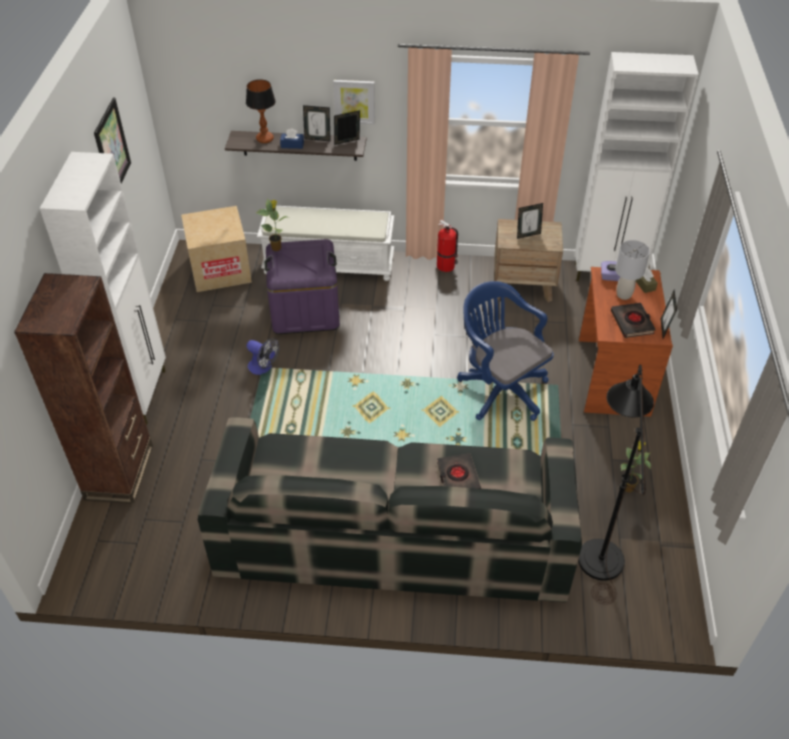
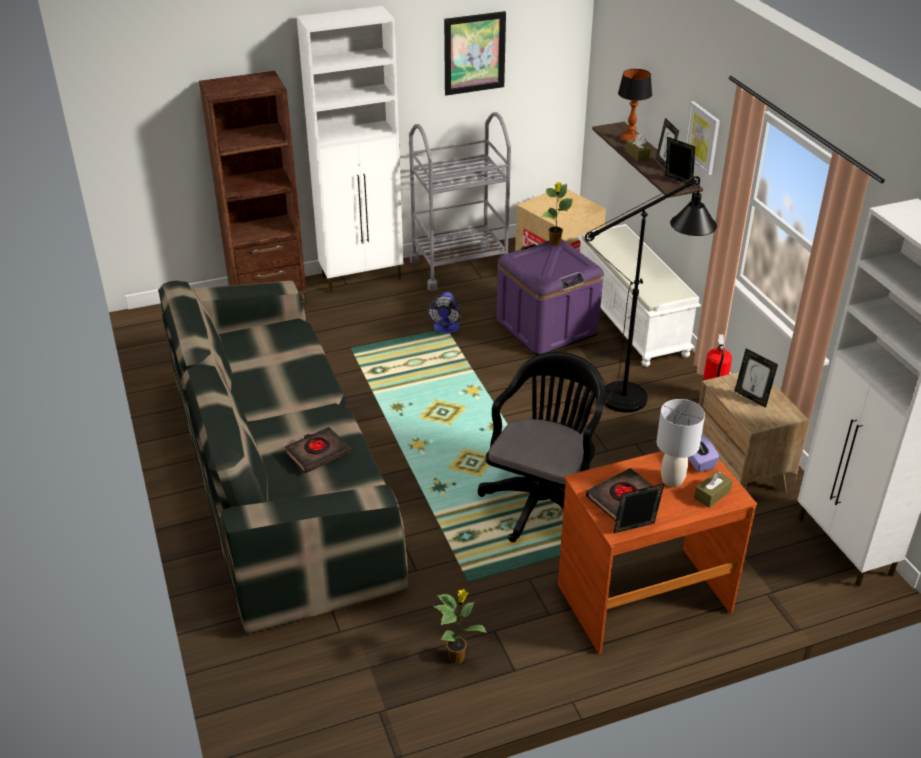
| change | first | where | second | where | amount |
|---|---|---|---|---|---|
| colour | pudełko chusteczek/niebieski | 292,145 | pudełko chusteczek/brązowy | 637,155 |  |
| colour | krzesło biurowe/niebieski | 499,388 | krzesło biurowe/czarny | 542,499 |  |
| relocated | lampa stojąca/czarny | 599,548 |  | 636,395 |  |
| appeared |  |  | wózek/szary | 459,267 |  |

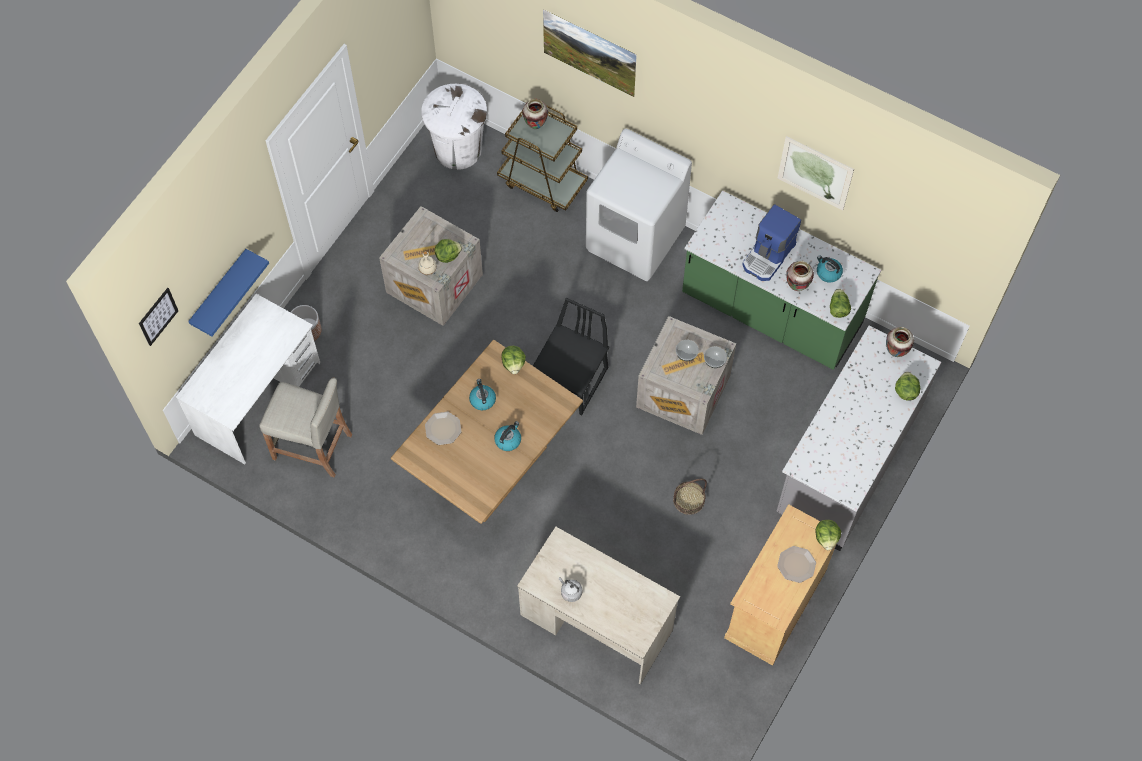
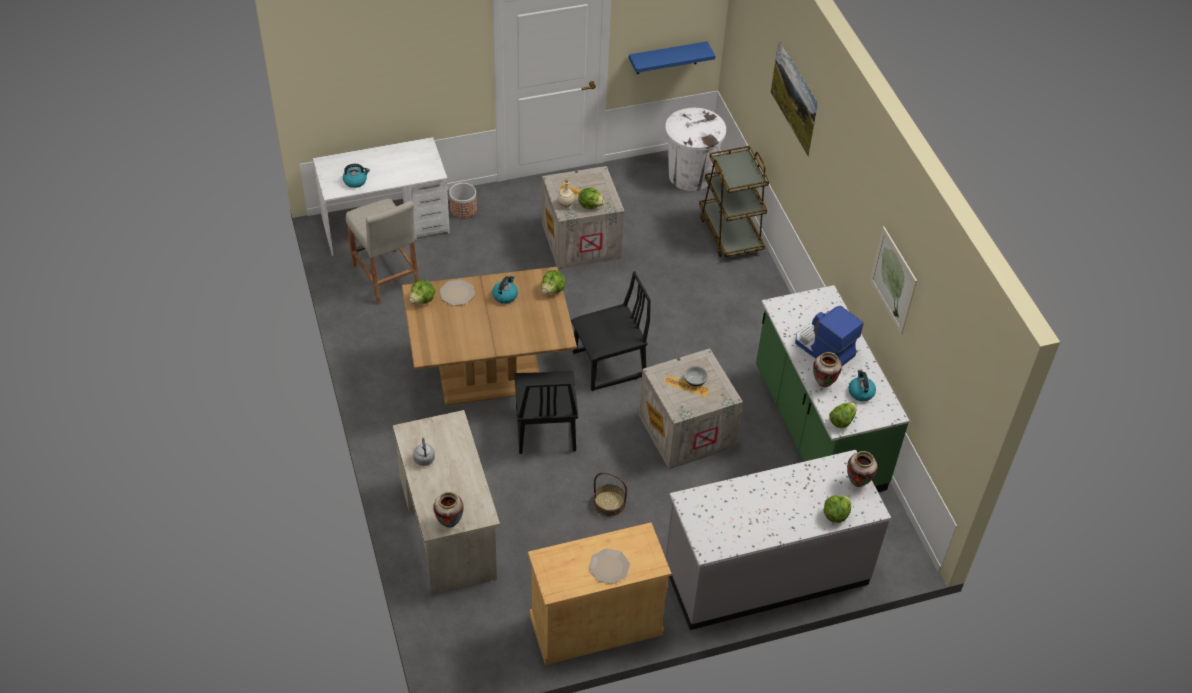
| change | first | where | second | where | amount |
|---|---|---|---|---|---|
| missing | obraz | 158,316 |  |  |  |
| relocated | półka/niebieski | 219,291 |  | 667,58 |  |
| relocated | czajnik | 508,440 |  | 355,181 |  |
| relocated | wazon | 535,126 |  | 449,523 |  |
| missing | pralka/biały | 635,240 |  |  |  |
| missing | miska | 714,361 |  |  |  |
| spun | ekspres do kawy | 769,256 |  | 823,349 | 60 degrees clockwise |
| relocated | sałata | 826,538 |  | 423,300 |  |
| appeared |  |  | krzesło/czarny | 544,429 |  |

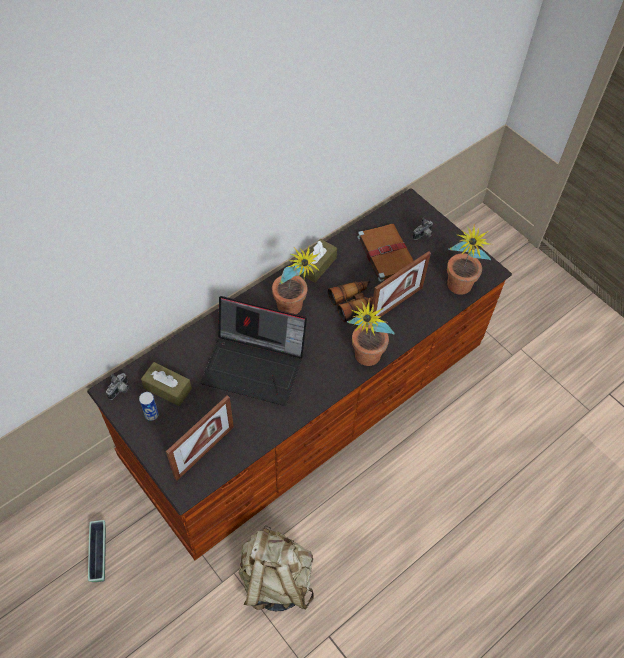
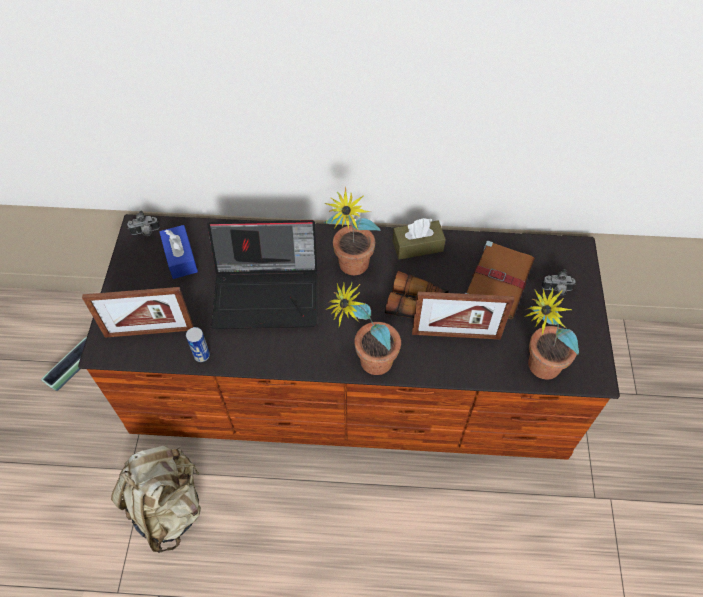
| change | first | where | second | where | amount |
|---|---|---|---|---|---|
| relocated | puszka | 151,415 |  | 202,355 |  |
| colour | pudełko chusteczek/brązowy | 167,388 | pudełko chusteczek/niebieski | 180,257 |  |
| spun | laptop | 255,365 |  | 268,293 | 60 degrees counterclockwise |

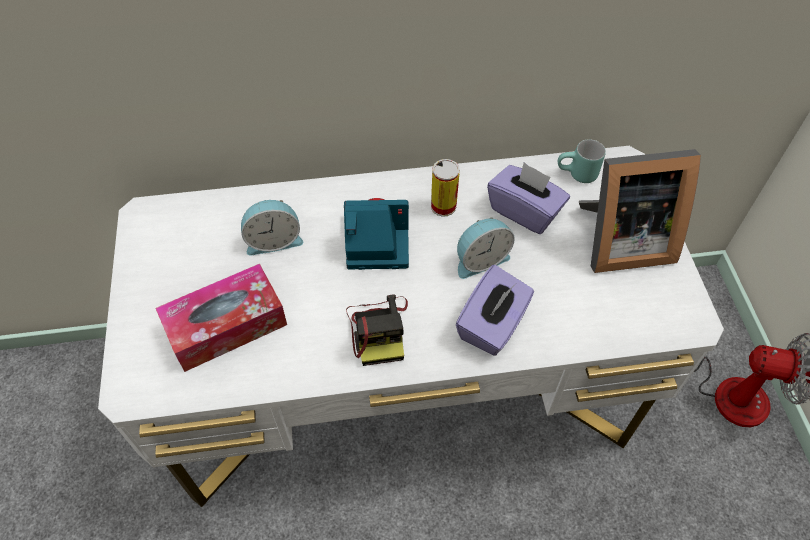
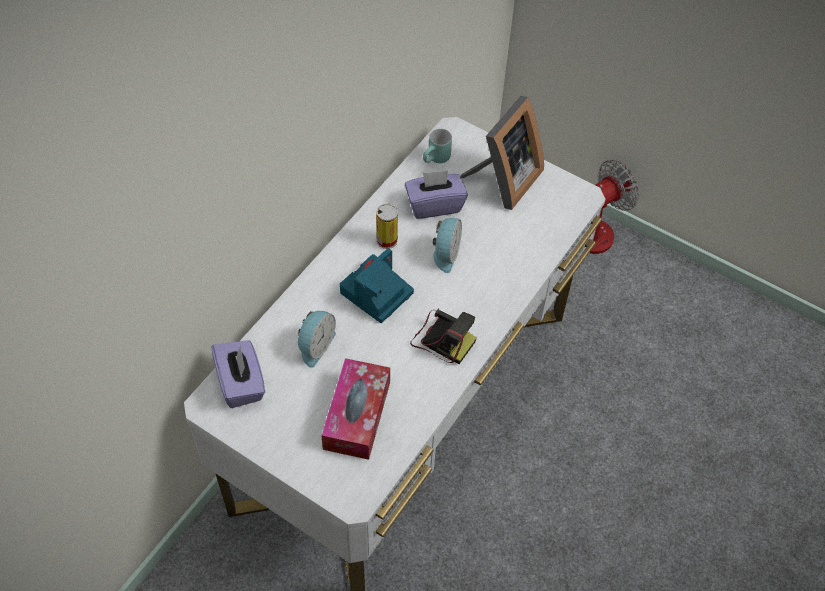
| change | first | where | second | where | amount |
|---|---|---|---|---|---|
| relocated | pudełko chusteczek/fioletowy | 492,325 |  | 241,383 |  |

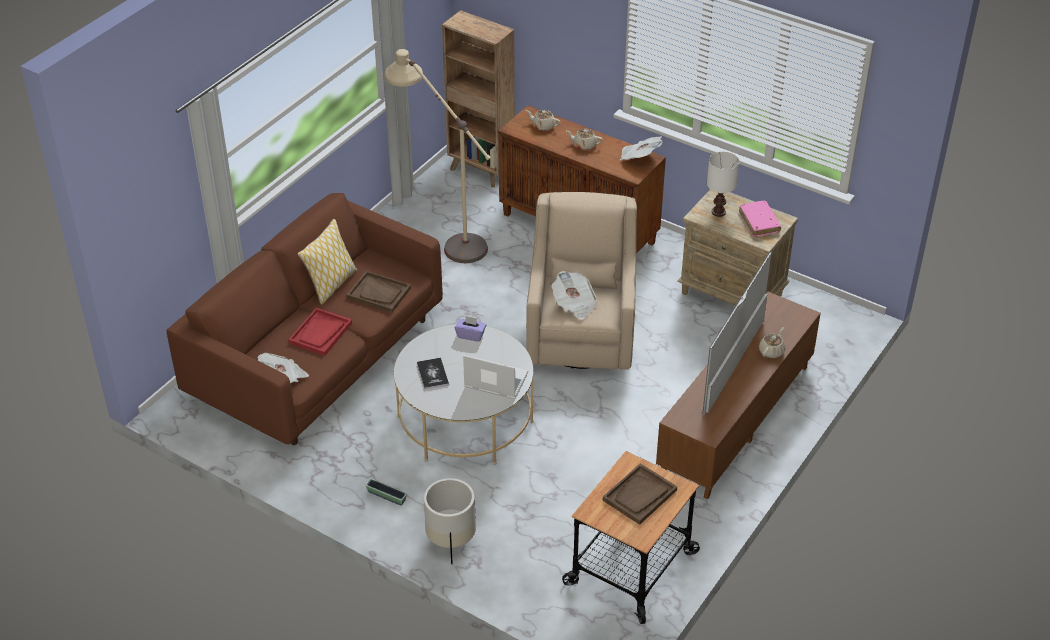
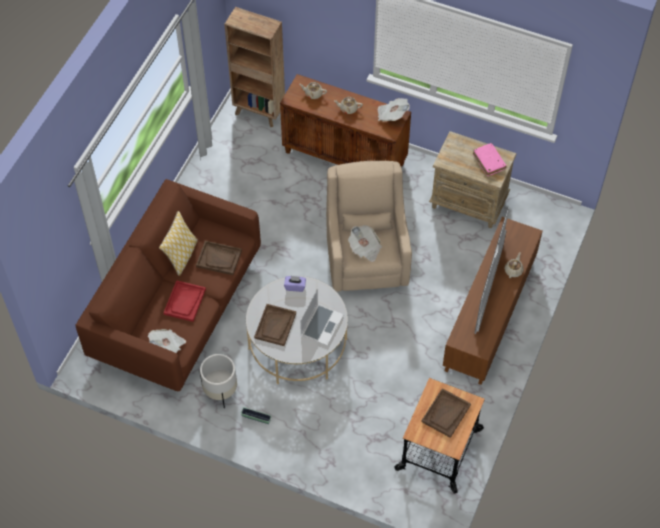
| change | first | where | second | where | amount |
|---|---|---|---|---|---|
| missing | lampa stojąca/beżowy | 444,235 |  |  |  |
| exchanged | książka | 432,374 | taca/brązowy | 275,326 |  |
| relocated | donica/biały | 451,541 |  | 220,391 |  |
| spun | laptop | 495,381 |  | 321,324 | 105 degrees clockwise |
| missing | lampa stołowa/biały | 718,212 |  |  |  |

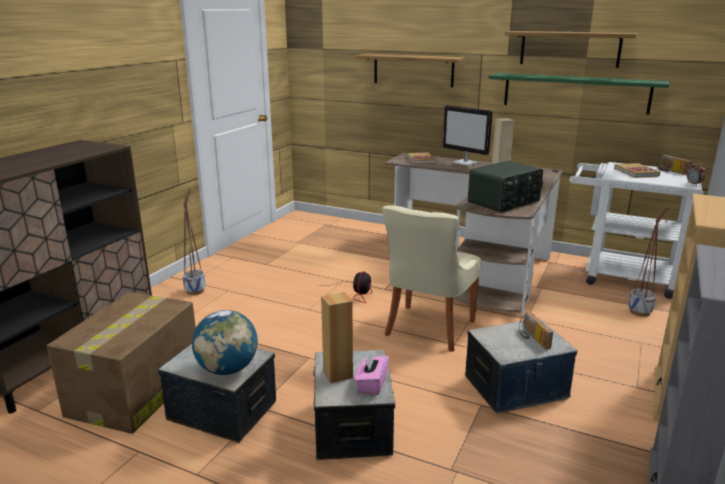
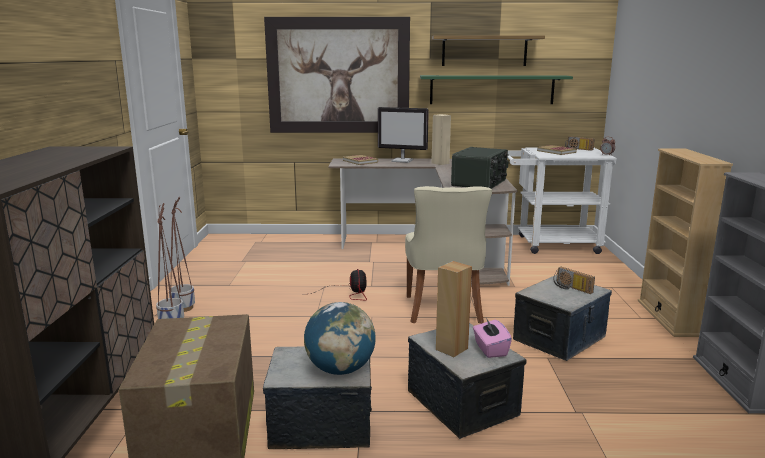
| change | first | where | second | where | amount |
|---|---|---|---|---|---|
| exchanged | półka | 413,70 | obraz | 338,76 |  |
| relocated | donica | 640,312 |  | 183,308 |  |

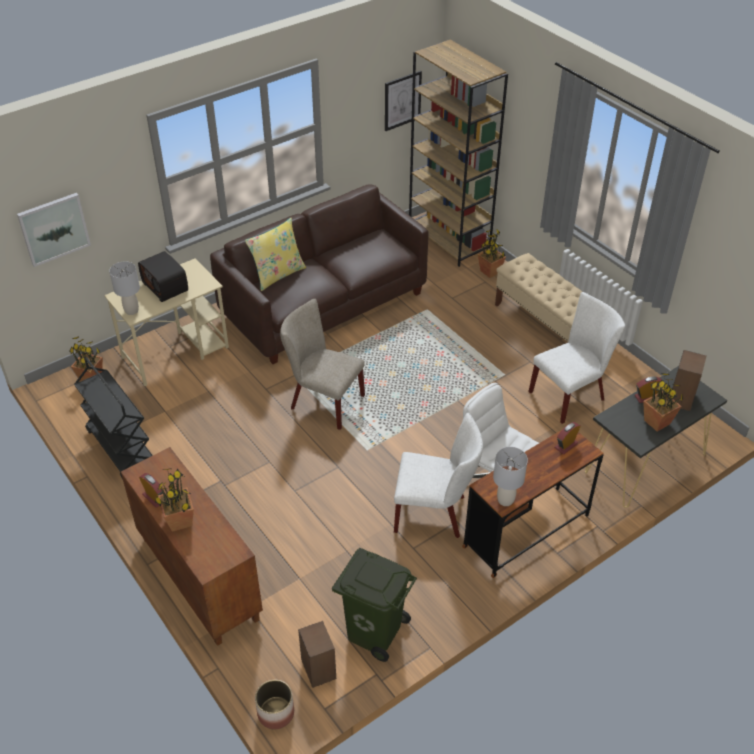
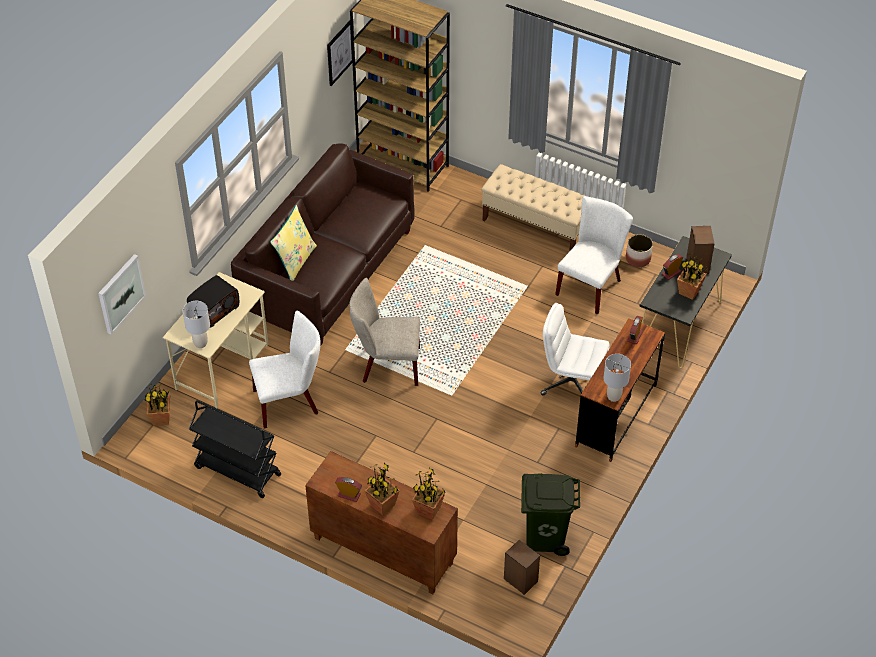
| change | first | where | second | where | amount |
|---|---|---|---|---|---|
| spun | radio | 166,287 |  | 214,309 | 75 degrees counterclockwise |
| relocated | donica | 276,712 |  | 638,258 |  |
| relocated | krzesło/biały | 435,513 |  | 290,401 |  |
| relocated | roślina doniczkowa | 490,272 |  | 429,510 |  |

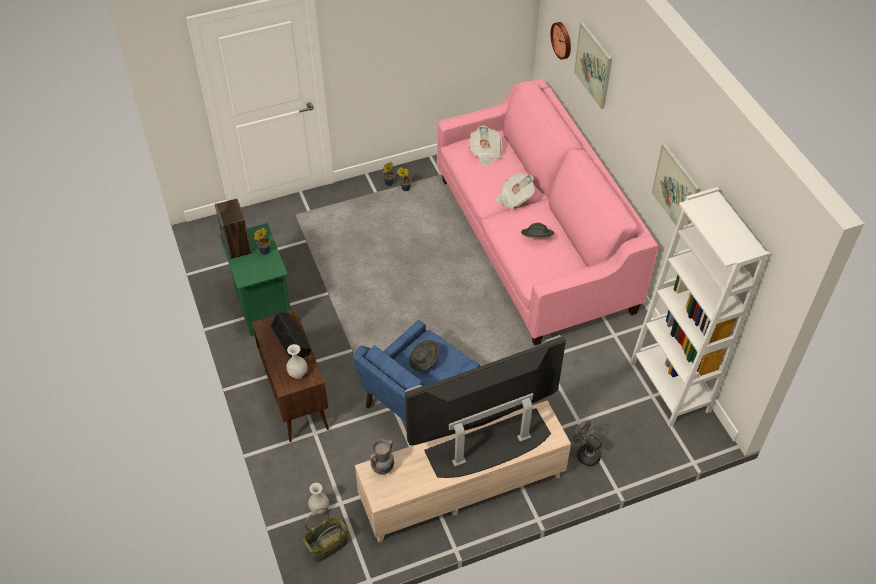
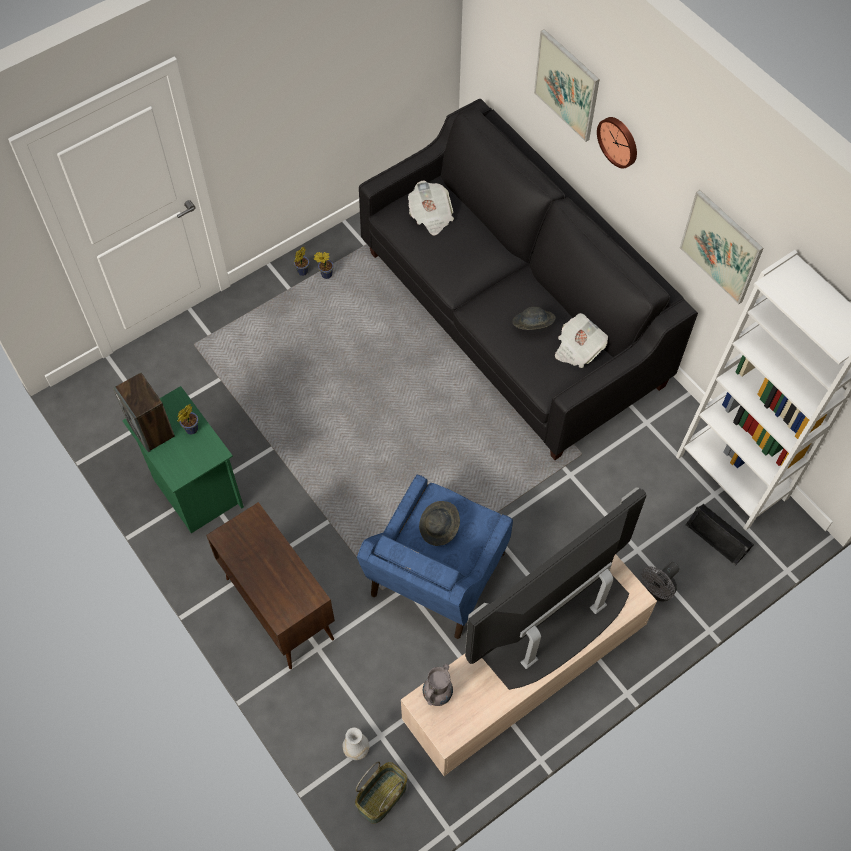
| change | first | where | second | where | amount |
|---|---|---|---|---|---|
| relocated | głośnik/czarny | 291,339 |  | 719,535 |  |
| missing | wazon/biały | 297,373 |  |  |  |
| colour | kanapa/różowy | 533,243 | kanapa/czarny | 511,317 |  |
| relocated | gazeta | 514,198 |  | 578,348 |  |
| relocated | zegar ścienny | 562,40 |  | 619,141 |  |
| spun | wentylator/szary | 585,453 |  | 657,591 | 75 degrees counterclockwise |

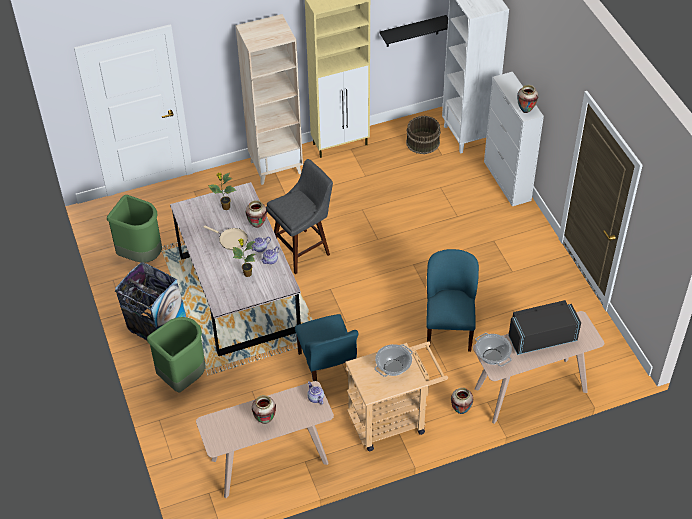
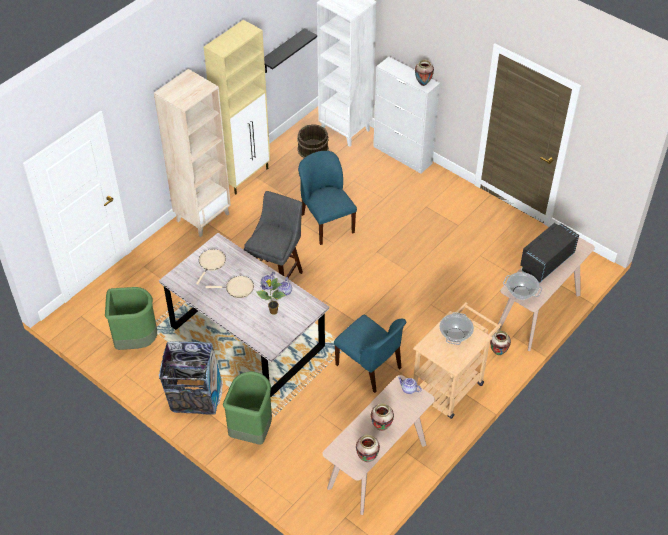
| change | first | where | second | where | amount |
|---|---|---|---|---|---|
| exchanged | roślina doniczkowa | 225,207 | patelnia/beżowy | 211,263 |  |
| relocated | wazon | 257,225 |  | 367,458 |  |
| relocated | krzesło/niebieski | 449,328 |  | 327,223 |  |

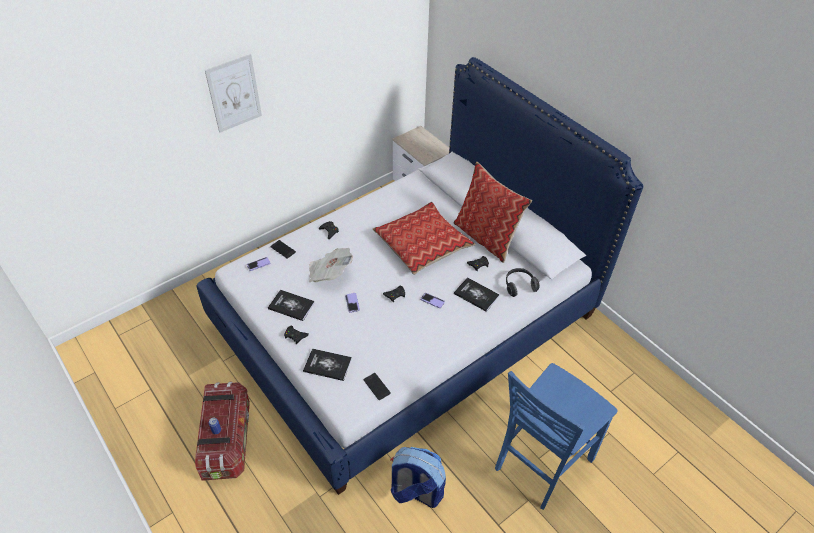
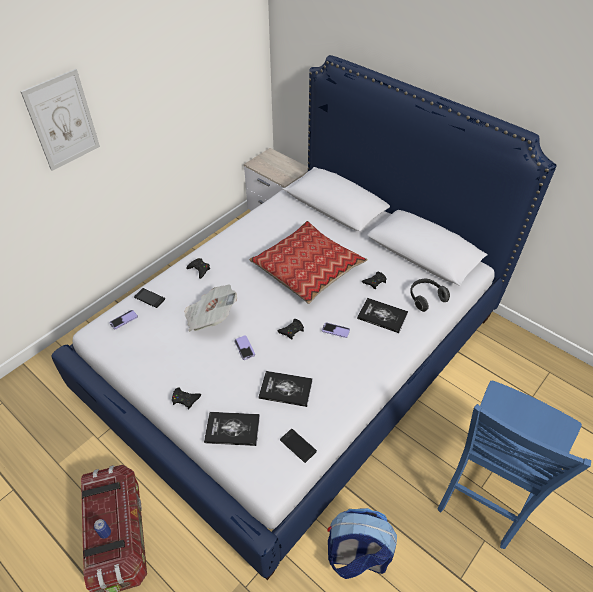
| change | first | where | second | where | amount |
|---|---|---|---|---|---|
| relocated | książka | 291,306 |  | 286,389 |  |
| missing | poduszka | 486,237 |  |  |  |

